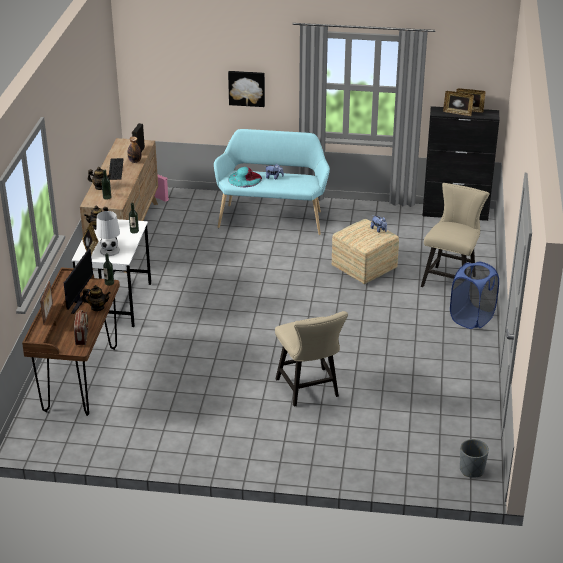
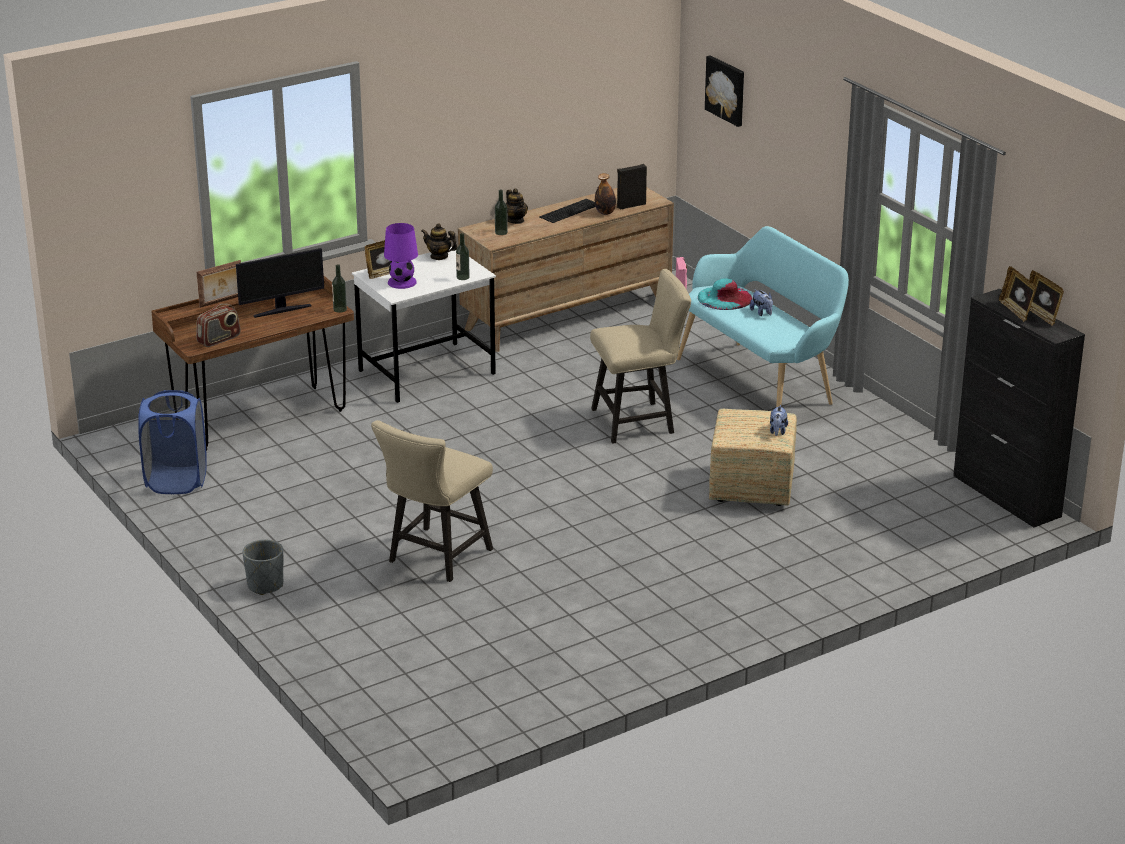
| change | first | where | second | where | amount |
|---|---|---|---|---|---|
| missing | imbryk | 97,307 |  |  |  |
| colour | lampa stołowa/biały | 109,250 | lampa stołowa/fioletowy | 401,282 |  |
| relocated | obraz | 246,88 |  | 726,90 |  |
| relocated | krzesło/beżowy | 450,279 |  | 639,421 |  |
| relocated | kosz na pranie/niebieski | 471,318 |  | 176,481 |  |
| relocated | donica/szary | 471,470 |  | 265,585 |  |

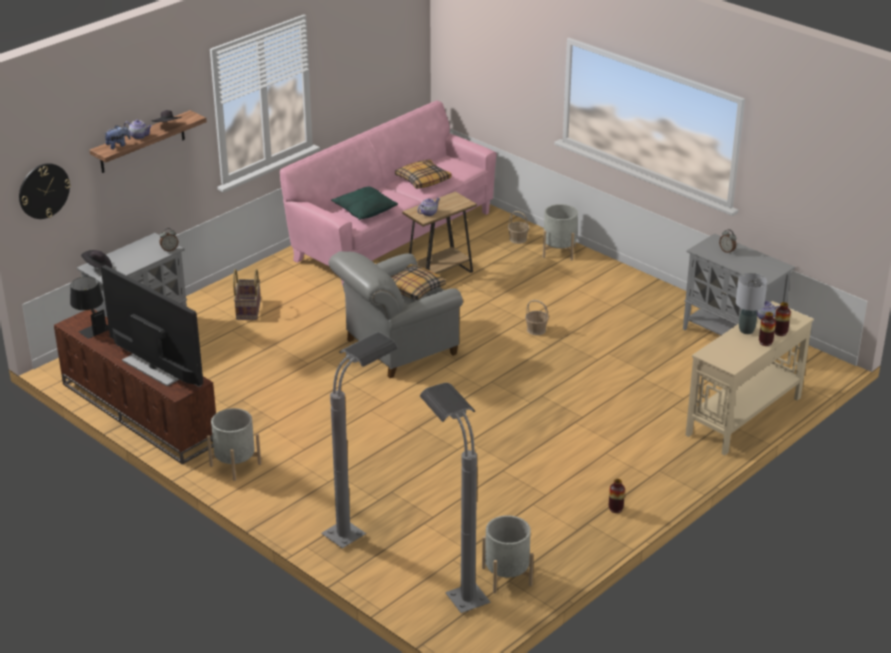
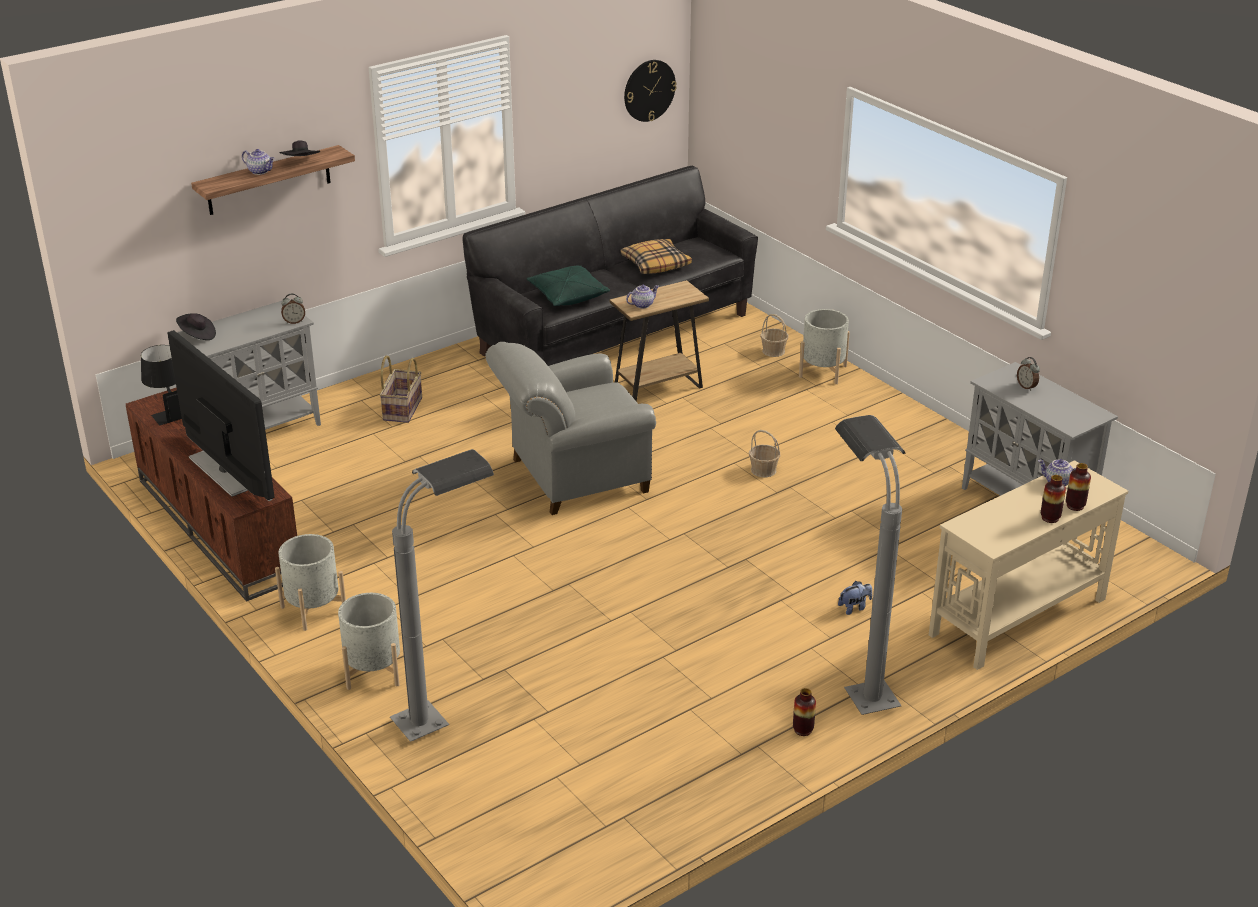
| change | first | where | second | where | amount |
|---|---|---|---|---|---|
| relocated | zegar ścienny | 43,191 |  | 649,90 |  |
| relocated | pluszak | 118,145 |  | 854,607 |  |
| colour | kanapa/różowy | 393,236 | kanapa/czarny | 615,333 |  |
| missing | poduszka | 413,288 |  |  |  |
| relocated | lampa stojąca/szary | 455,586 |  | 858,681 |  |
| relocated | donica/szary | 506,576 |  | 373,671 |  |
| missing | lampa stołowa/szary | 746,330 |  |  |  |

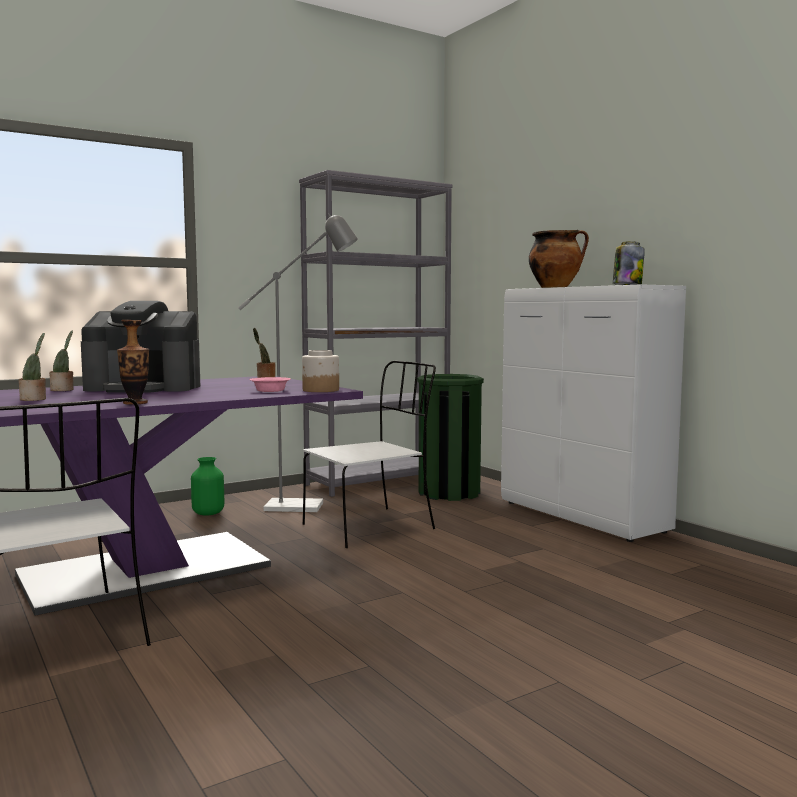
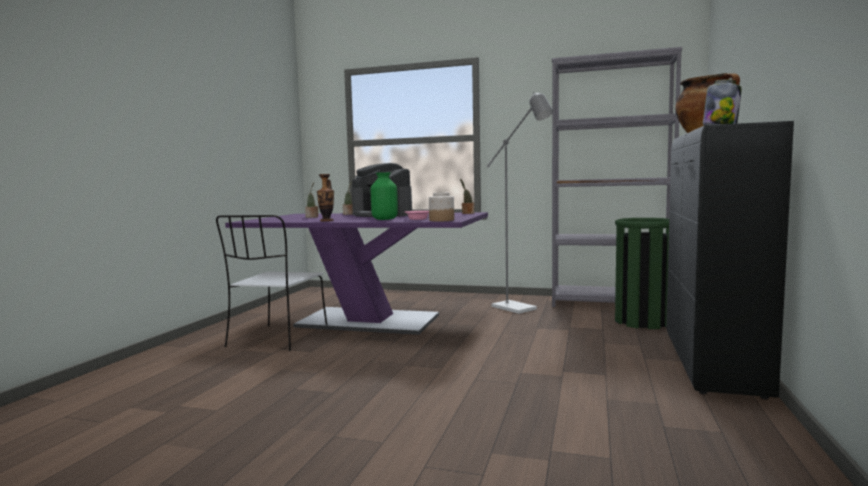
| change | first | where | second | where | amount |
|---|---|---|---|---|---|
| relocated | wazon/zielony | 209,513 |  | 385,219 |  |
| missing | krzesło/biały | 371,527 |  |  |  |
| colour | szafka/biały | 583,517 | szafka/czarny | 713,364 |  |

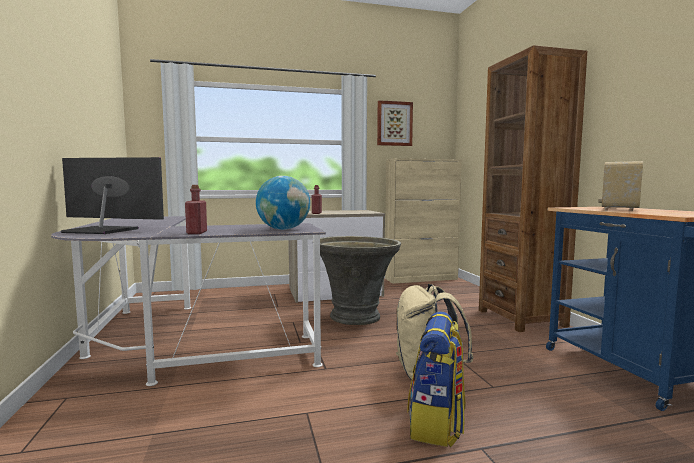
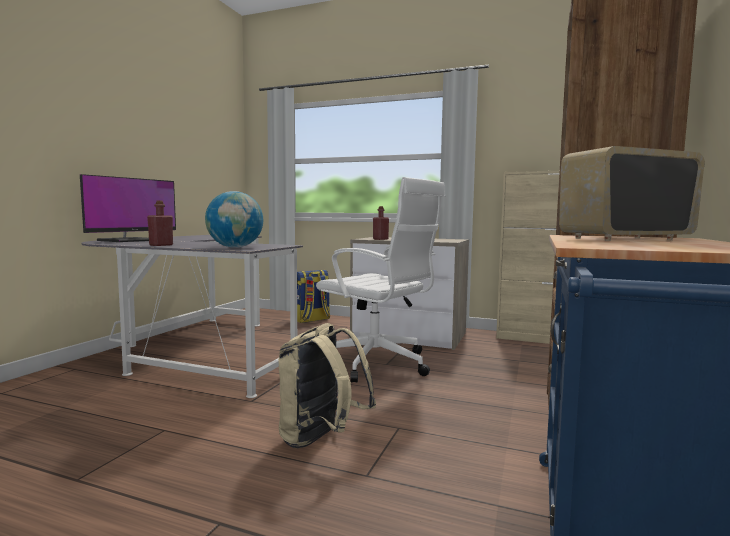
| change | first | where | second | where | amount |
|---|---|---|---|---|---|
| spun | monitor | 103,230 |  | 128,240 | 75 degrees clockwise |
| exchanged | donica/szary | 356,317 | krzesło biurowe/biały | 377,364 |  |
| missing | obraz | 394,124 |  |  |  |
| relocated | plecak | 437,424 |  | 311,320 |  |

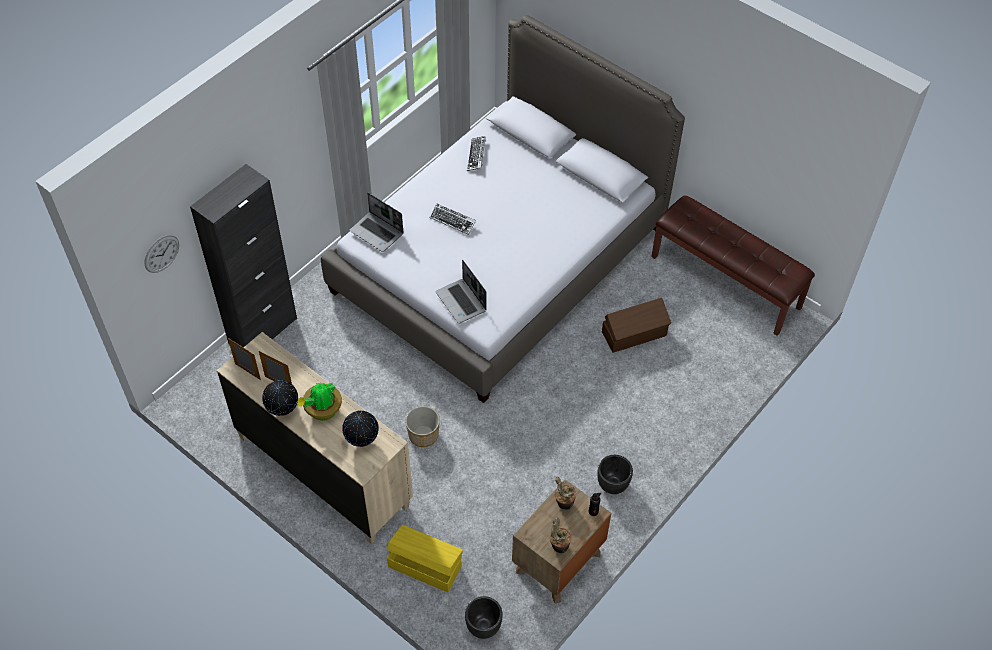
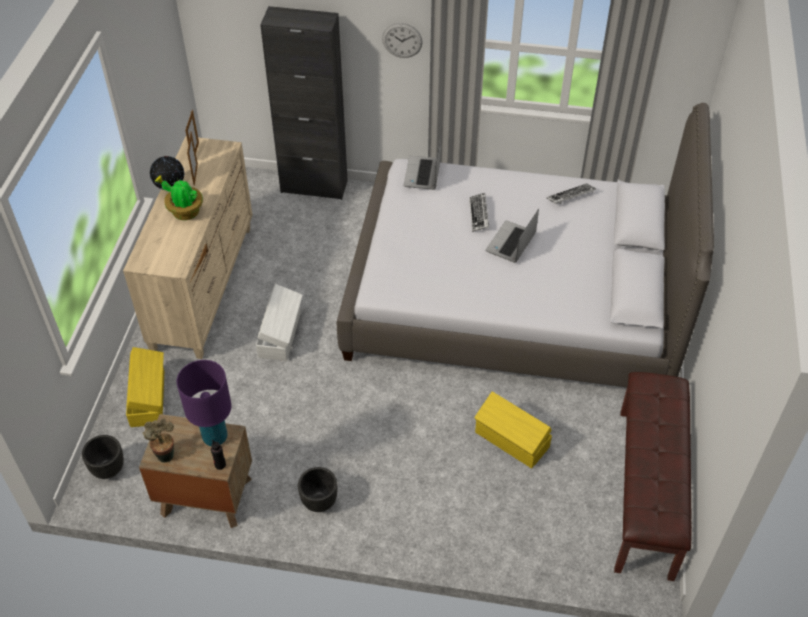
| change | first | where | second | where | amount |
|---|---|---|---|---|---|
| relocated | zegar ścienny | 161,253 |  | 402,40 |  |
| missing | globus | 362,440 |  |  |  |
| exchanged | donica | 423,435 | pojemnik do przechowywania/biały | 281,334 |  |
| relocated | laptop | 462,302 |  | 511,243 |  |
| exchanged | roślina doniczkowa | 563,504 | lampa stołowa/fioletowy | 215,437 |  |
| colour | pojemnik do przechowywania/brązowy | 635,334 | pojemnik do przechowywania/żółty | 512,441 |  |

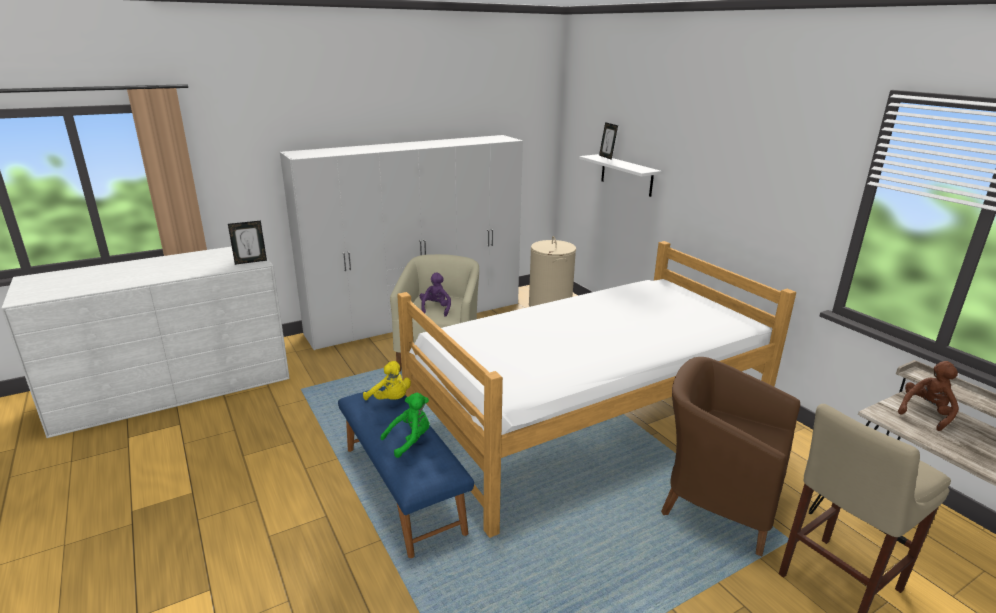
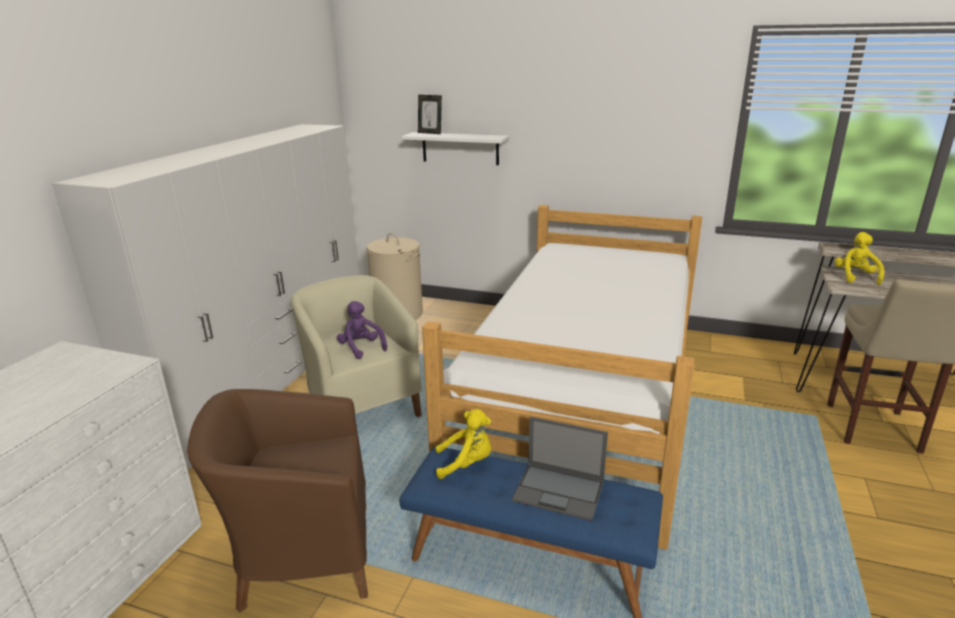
| change | first | where | second | where | amount |
|---|---|---|---|---|---|
| missing | ramka na zdjęcie | 250,261 |  |  |  |
| exchanged | pluszak/zielony | 410,440 | laptop | 559,491 |  |
| relocated | fotel/brązowy | 716,503 |  | 302,556 |  |
| colour | pluszak/brązowy | 925,413 | pluszak/żółty | 855,277 |  |

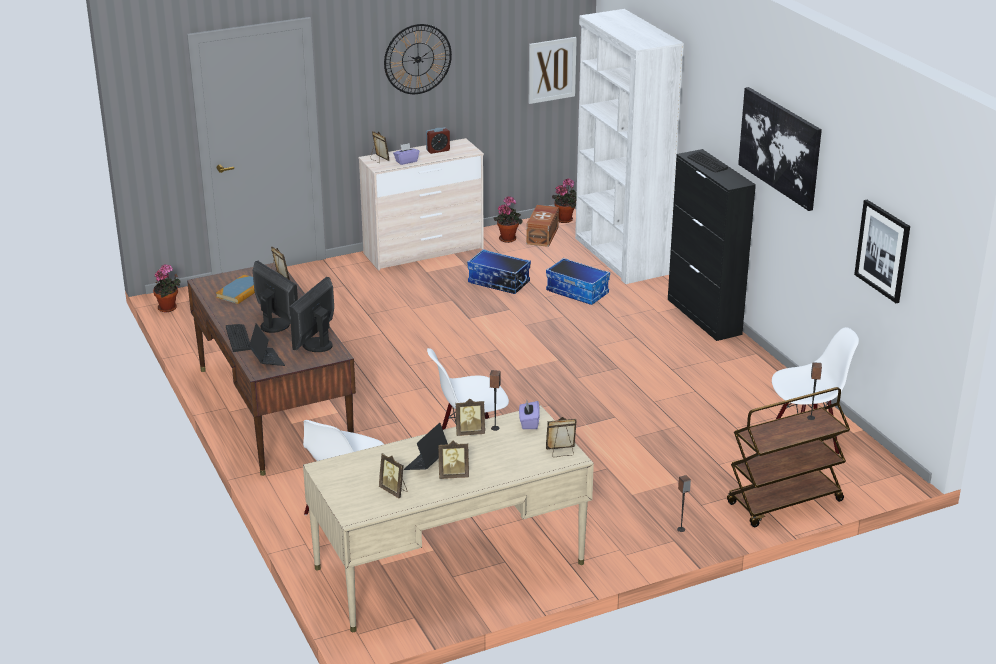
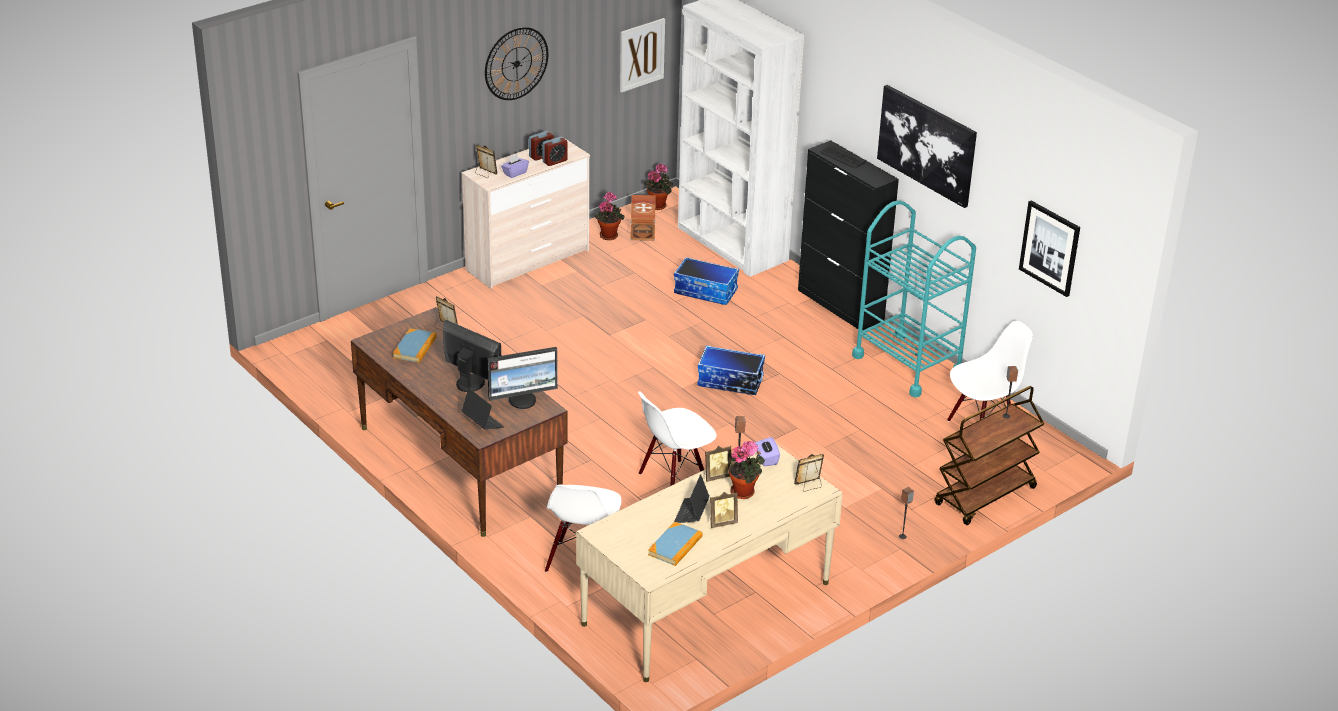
| change | first | where | second | where | amount |
|---|---|---|---|---|---|
| relocated | roślina doniczkowa | 169,308 |  | 744,492 |  |
| missing | klawiatura | 238,338 |  |  |  |
| spun | monitor | 316,345 |  | 523,400 | 120 degrees counterclockwise |
| exchanged | ramka na zdjęcie | 394,491 | książka | 675,546 |  |
| relocated | pojemnik do przechowywania | 498,282 |  | 729,382 |  |
| appeared |  |  | budzik | 555,161 |  |
| appeared |  |  | wózek/turkusowy | 907,364 |  |

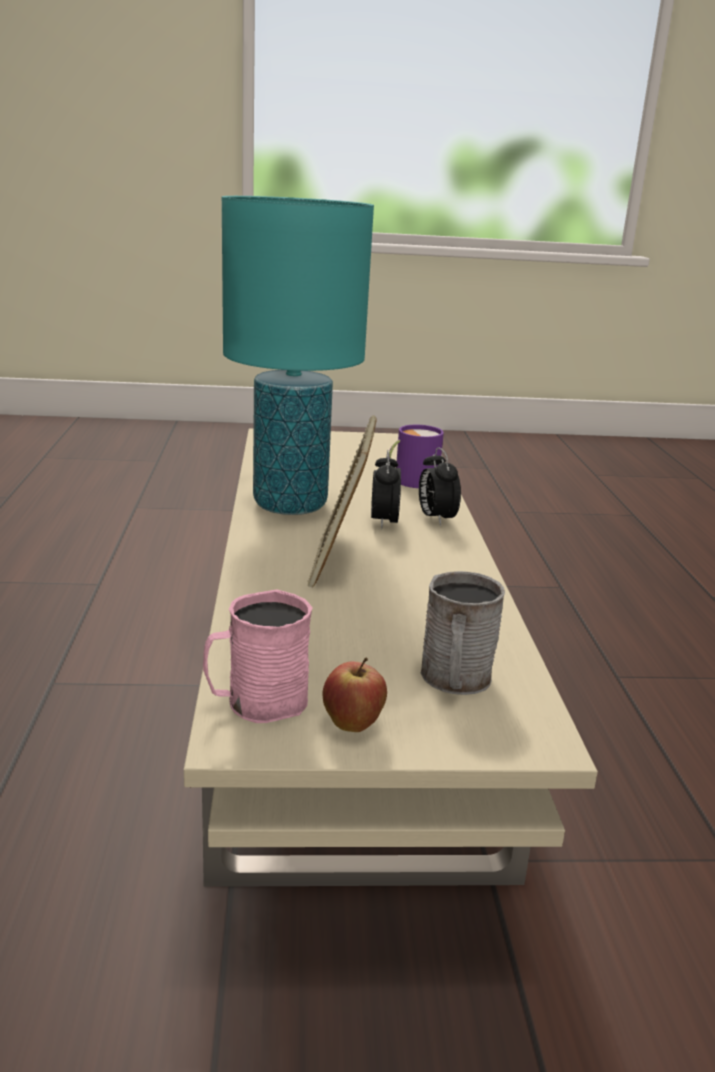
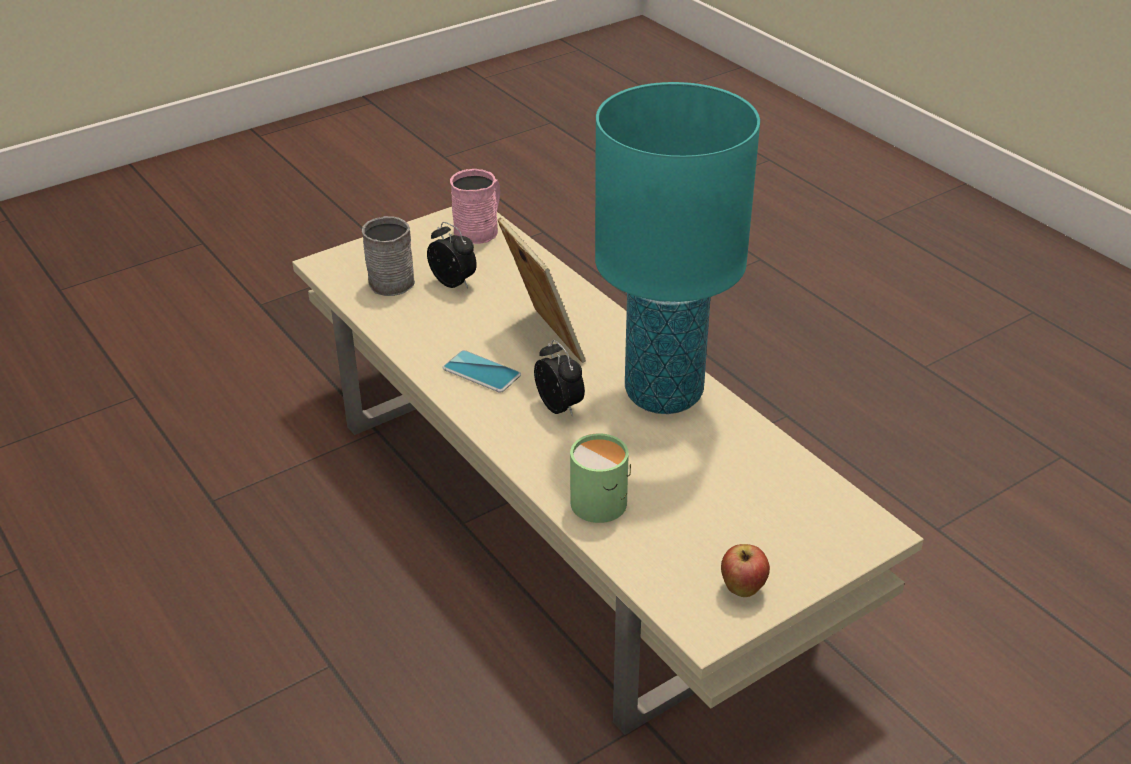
| change | first | where | second | where | amount |
|---|---|---|---|---|---|
| relocated | jabłko | 353,725 |  | 742,589 |  |
| colour | kubek/fioletowy | 411,480 | kubek/zielony | 603,500 |  |
| relocated | budzik | 435,518 |  | 454,283 |  |
| appeared |  |  | telefon | 481,372 |  |

